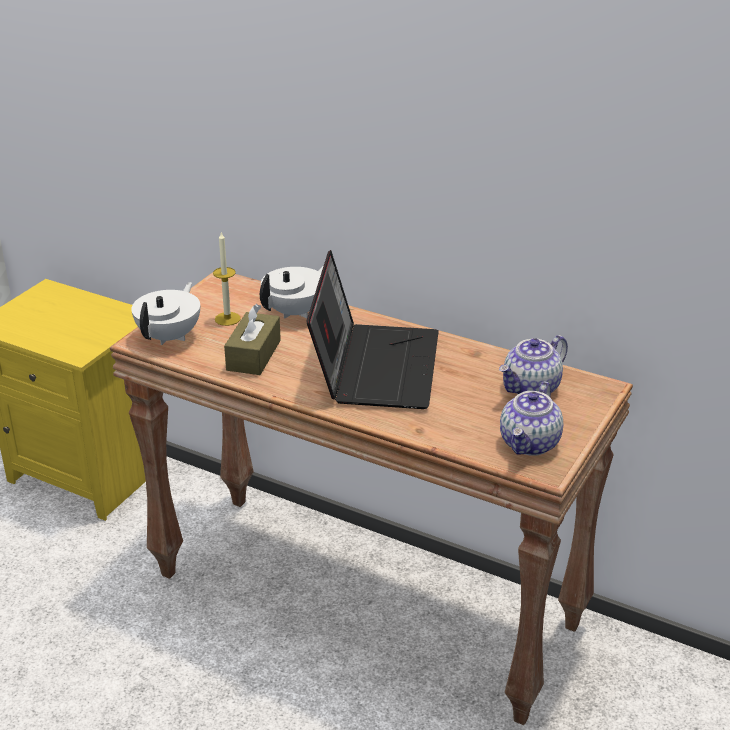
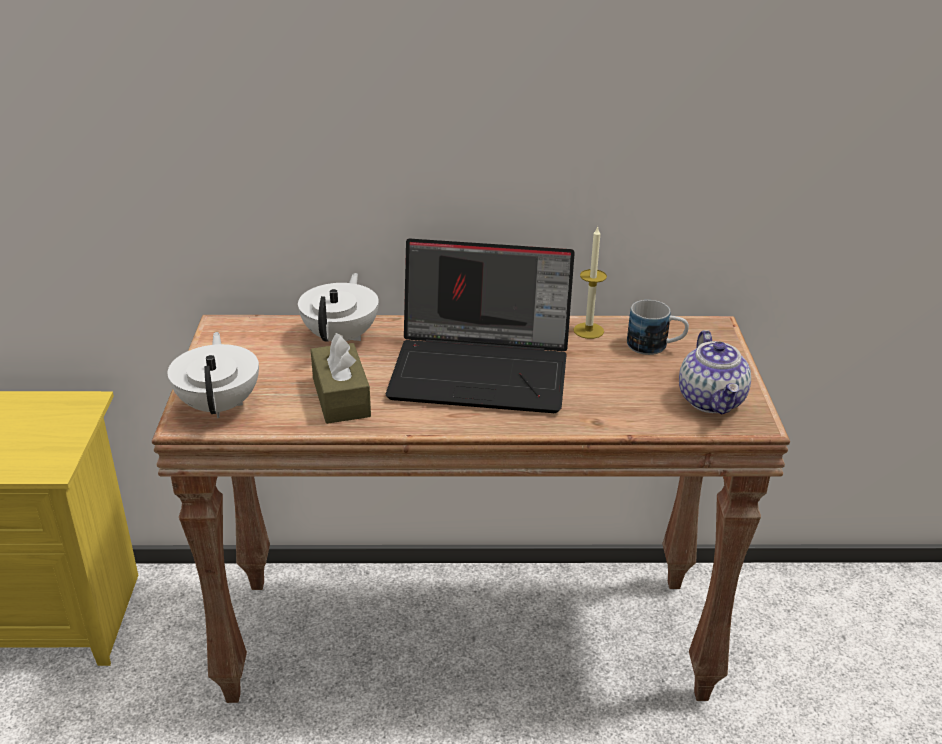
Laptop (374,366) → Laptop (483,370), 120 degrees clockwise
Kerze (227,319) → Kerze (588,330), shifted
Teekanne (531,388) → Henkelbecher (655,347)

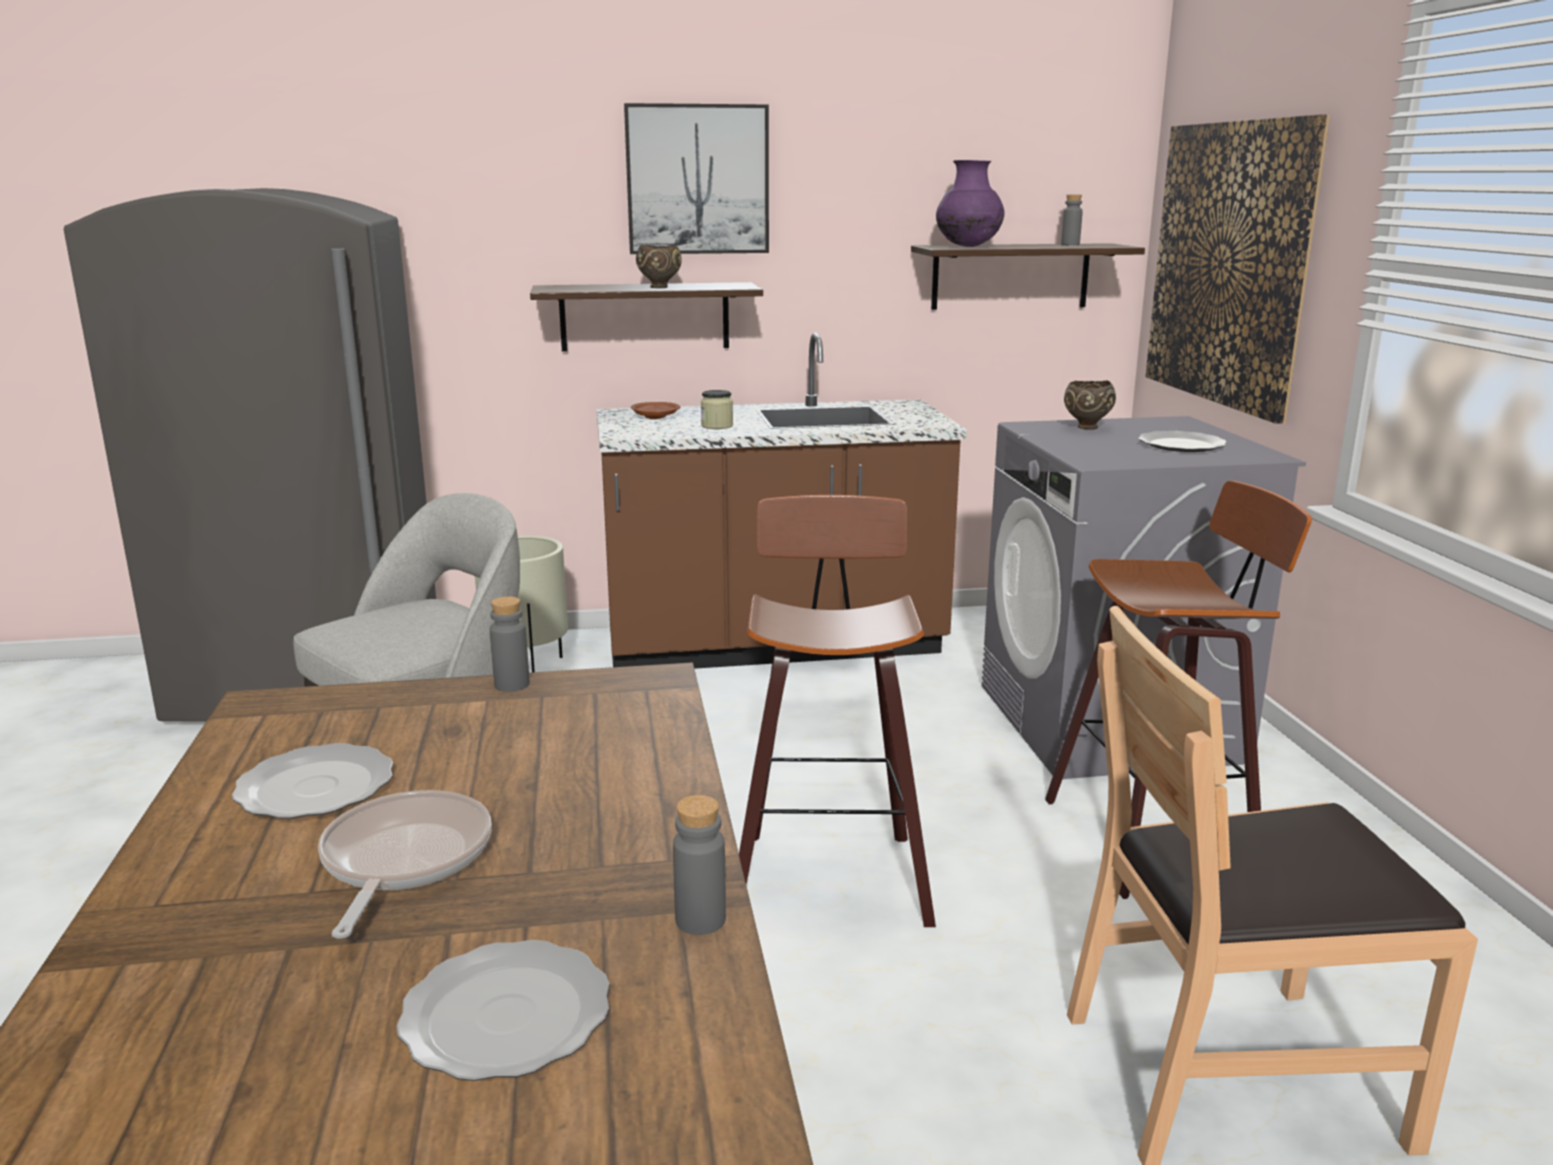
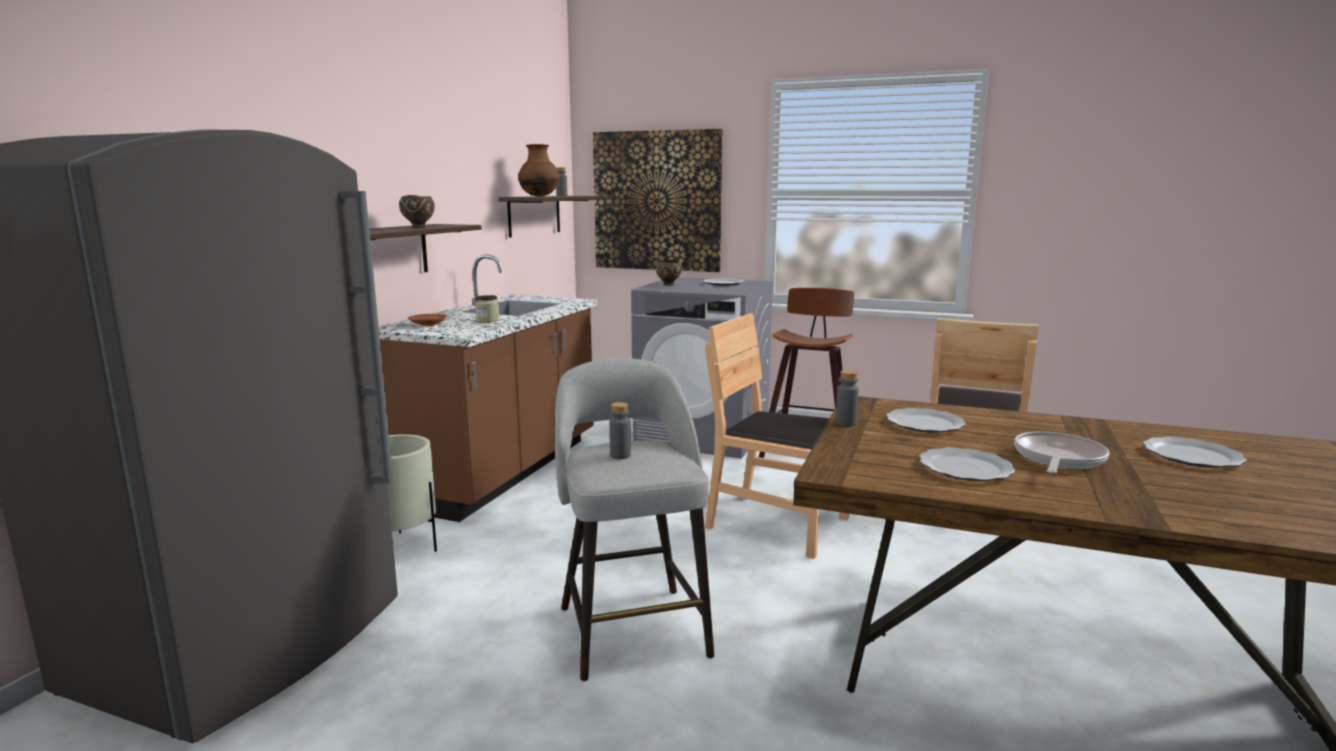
Vase/lila (968,247) → Vase/braun (539,196)
Flasche/grau (700,920) → Flasche/grau (620,455), shifted
Hocker (827,874) → Stuhl/braun (777,524)
- → Teller (926,424)
Pfanne (403,860) → Pfanne (1057,459), 90 degrees clockwise
Bild (697,180) → -

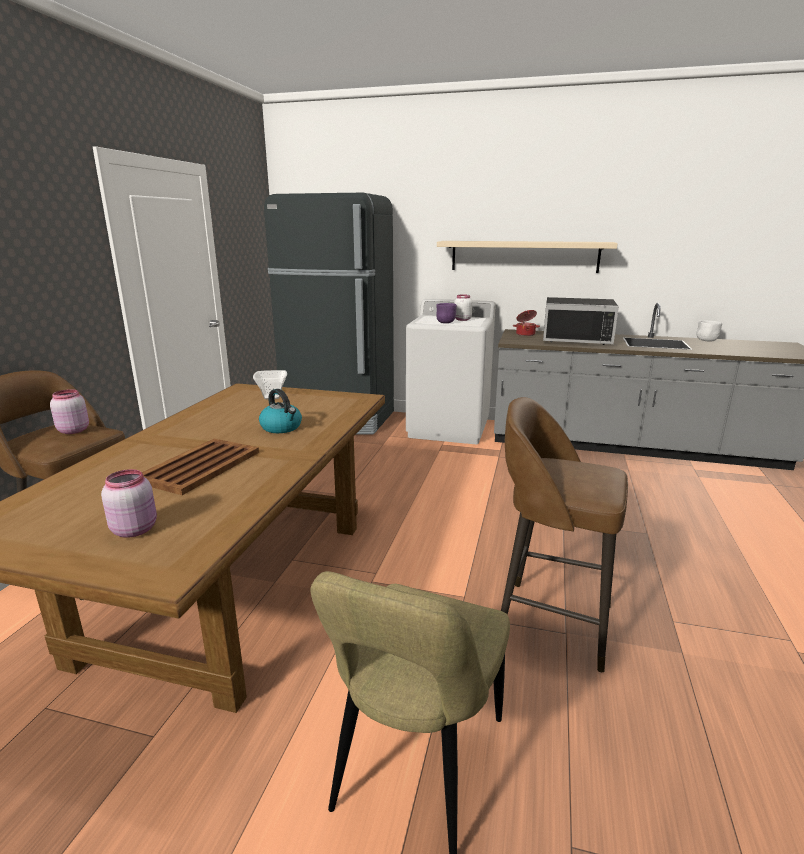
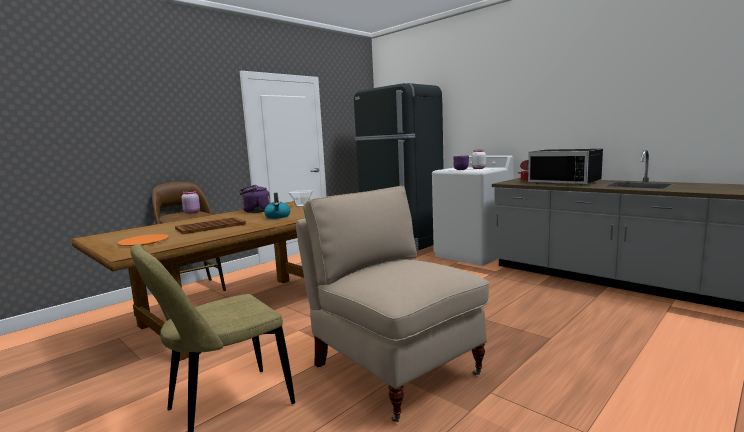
Vorratsglas/rosa (135,529) → Teller/orange (144,241)
- → Wasserkessel/lila (255,211)
Hocker/braun (549,622) → Stuhl/beige (393,368)
Wandregal/beige (524,256) → -
Schüssel/weiß (706,340) → -

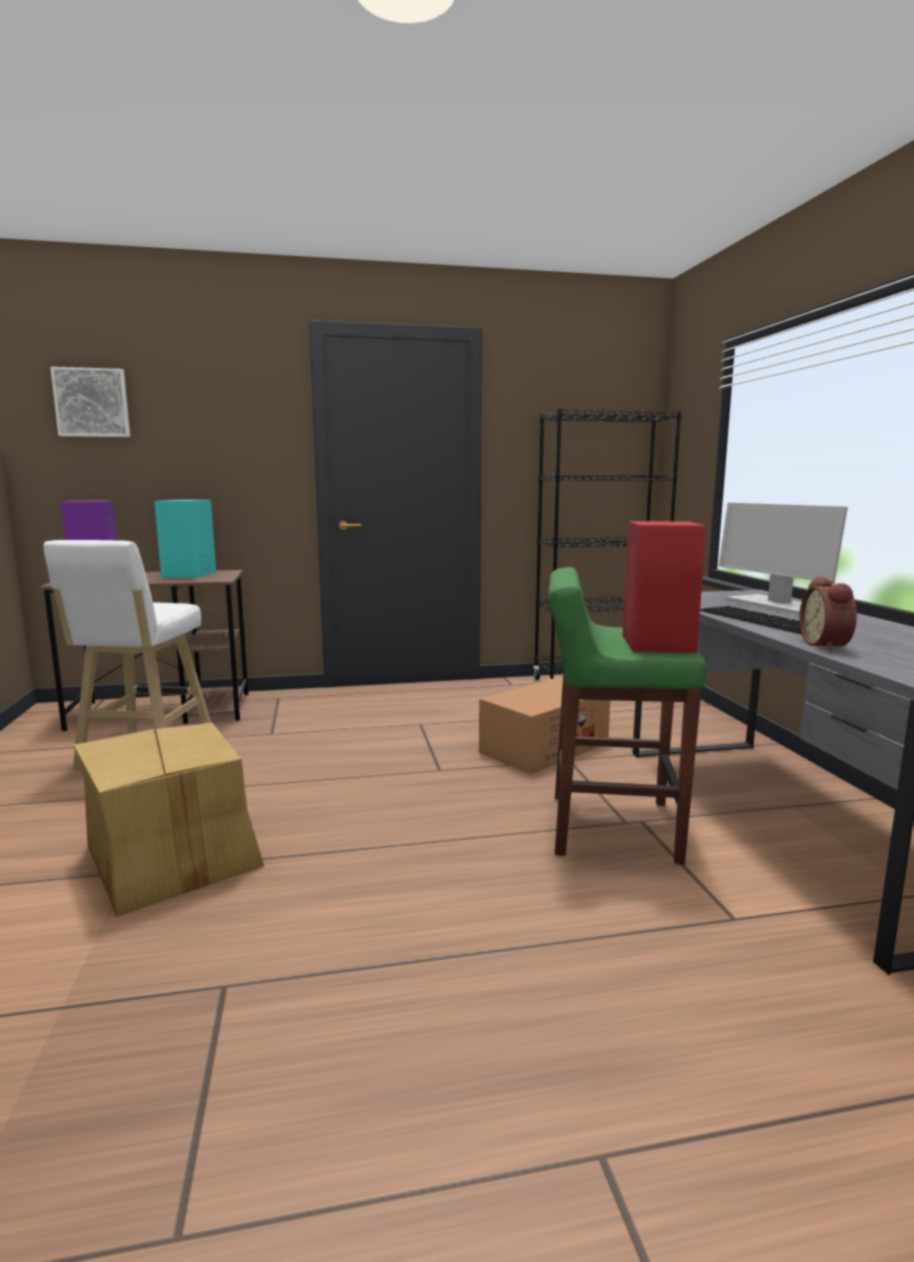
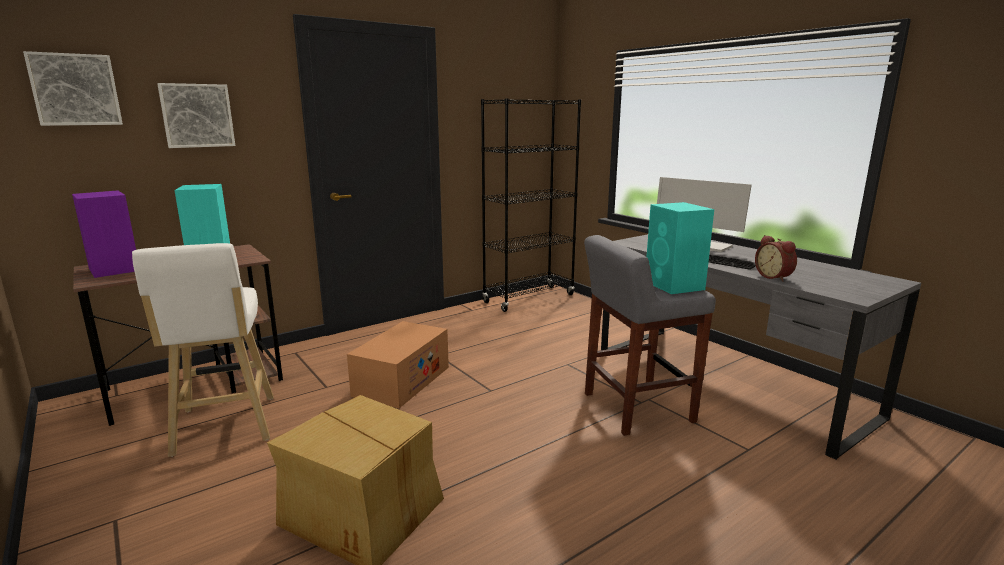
- → Bild (197,115)
Karton (544,747) → Karton (402,381), shifted
Hocker/grün (610,827) → Hocker/grau (636,408)
Lautsprecher/rot (658,644) → Lautsprecher/türkis (675,286)

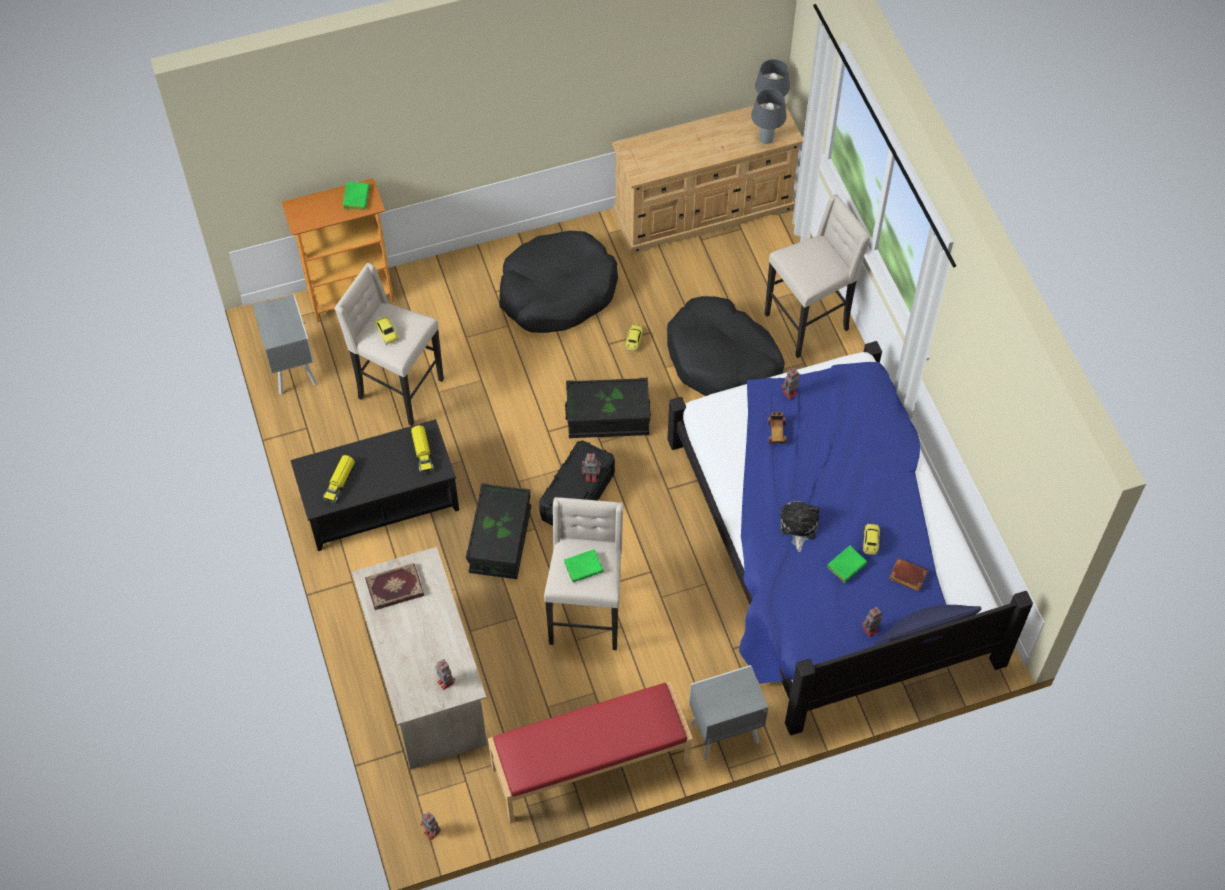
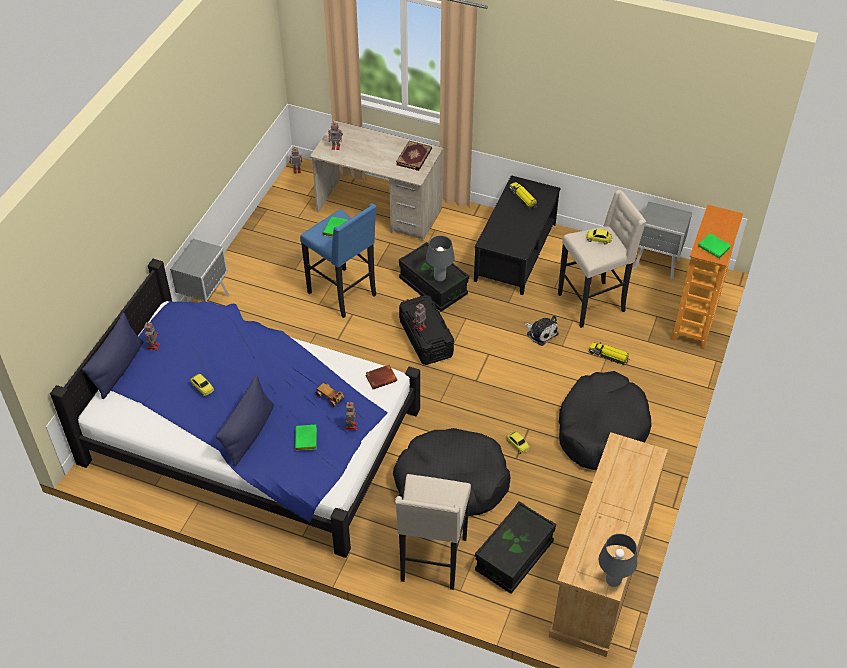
- → Kissen/blau (249,433)
Buch/grün (846,564) → Buch/grün (307,440), shifted
Hocker/beige (586,614) → Hocker/blau (344,294)
Buch/braun (906,576) → Buch/braun (381,378), shifted
Tischlampe/grau (766,139) → Tischlampe/grau (439,278), shifted
Aufbewahrungsbox/schwarz (608,418) → Aufbewahrungsbox/schwarz (514,556), shifted
Plüschtier (798,527) → Plüschtier (541,333), shifted
Spielzeuglaster (422,452) → Spielzeuglaster (608,356), shifted
Bank/rot (591,766) → -

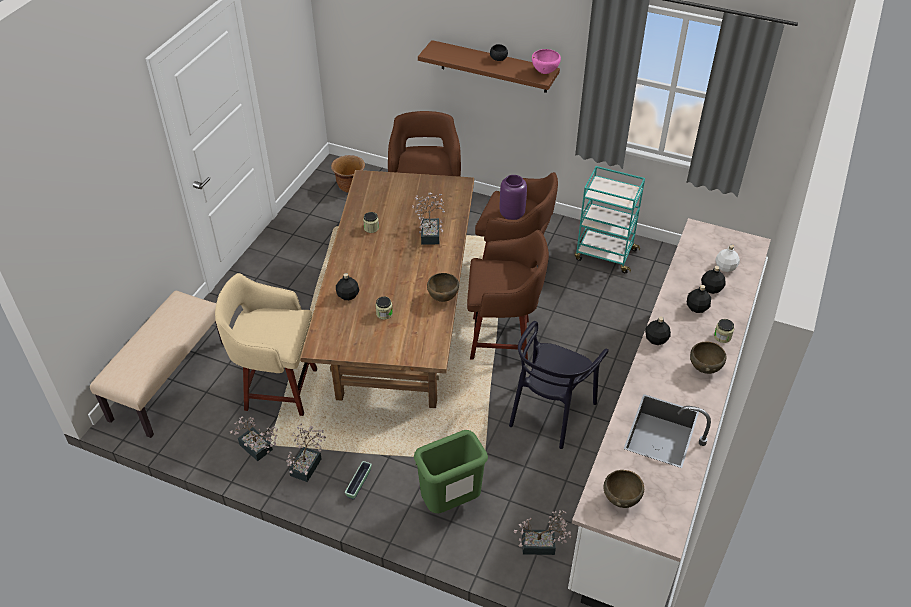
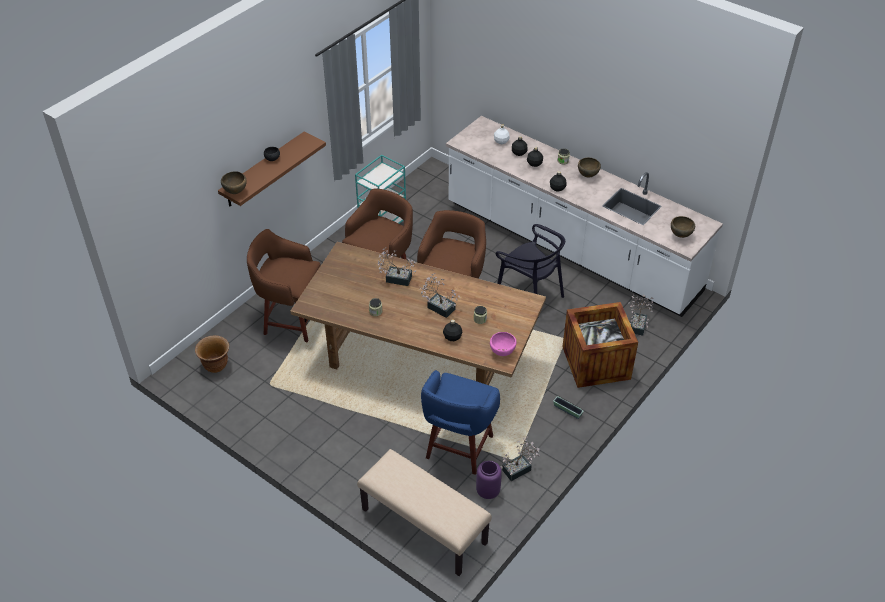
Schüssel/braun (443,298) → Schüssel/braun (236,192), shifted
Topfpflanze (308,464) → Topfpflanze (439,306), shifted
Hocker/beige (278,389) → Hocker/blau (458,449)
Vase/lila (511,214) → Vase/lila (487,492), shifted
Schüssel/rosa (544,72) → Schüssel/rosa (502,353), shifted
Mülleimer/grün (451,503) → Kiste (596,363)

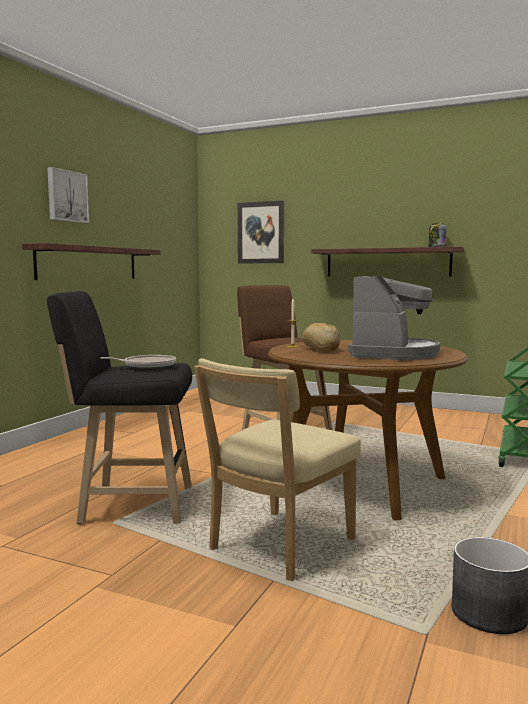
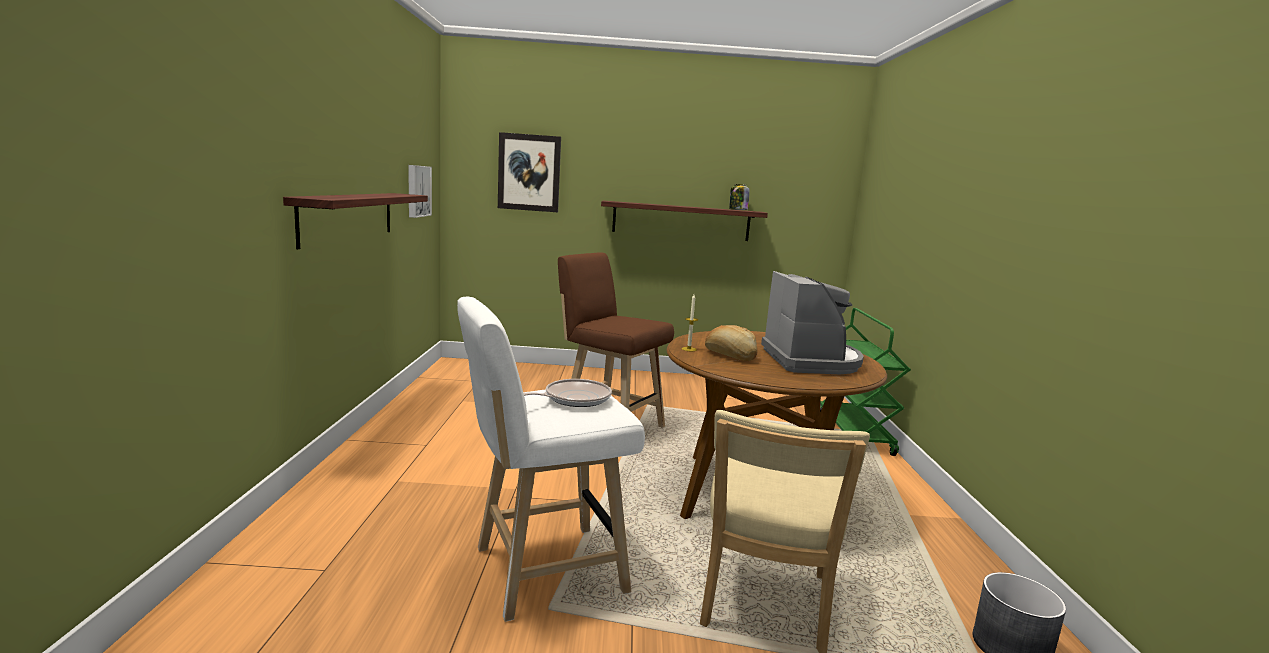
Bild (66,196) → Bild (417,191), shifted
Hocker/schwarz (130,504) → Hocker/weiß (541,571)

